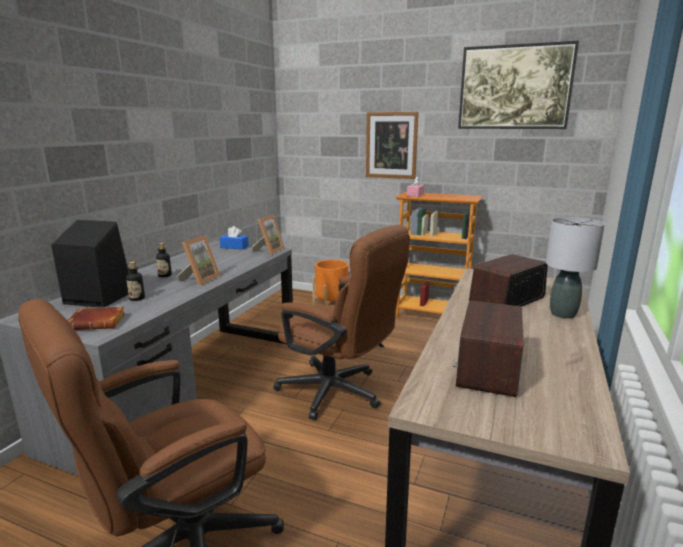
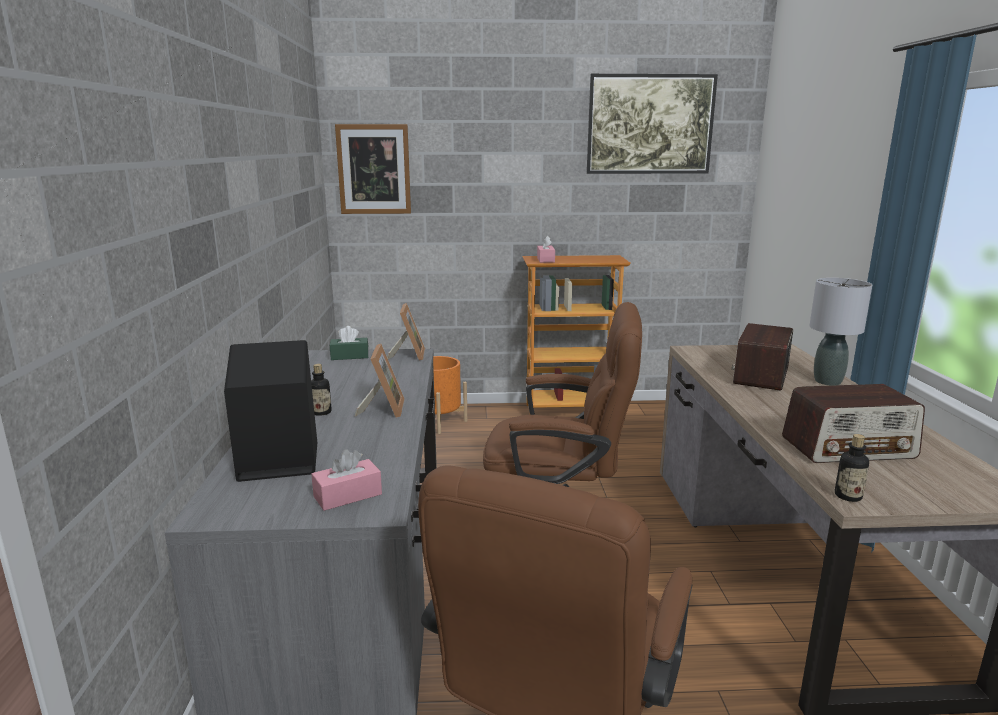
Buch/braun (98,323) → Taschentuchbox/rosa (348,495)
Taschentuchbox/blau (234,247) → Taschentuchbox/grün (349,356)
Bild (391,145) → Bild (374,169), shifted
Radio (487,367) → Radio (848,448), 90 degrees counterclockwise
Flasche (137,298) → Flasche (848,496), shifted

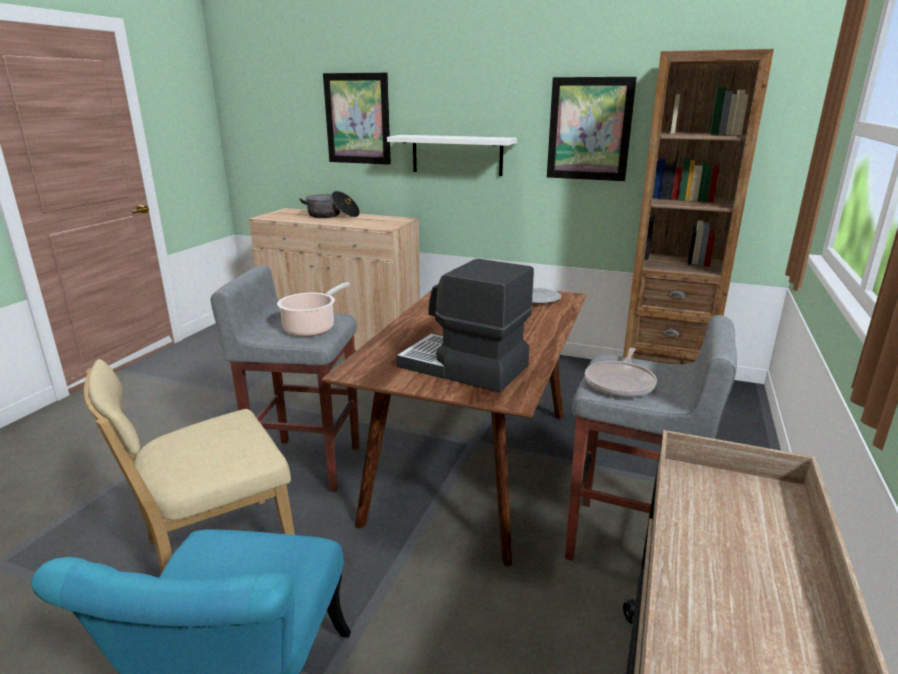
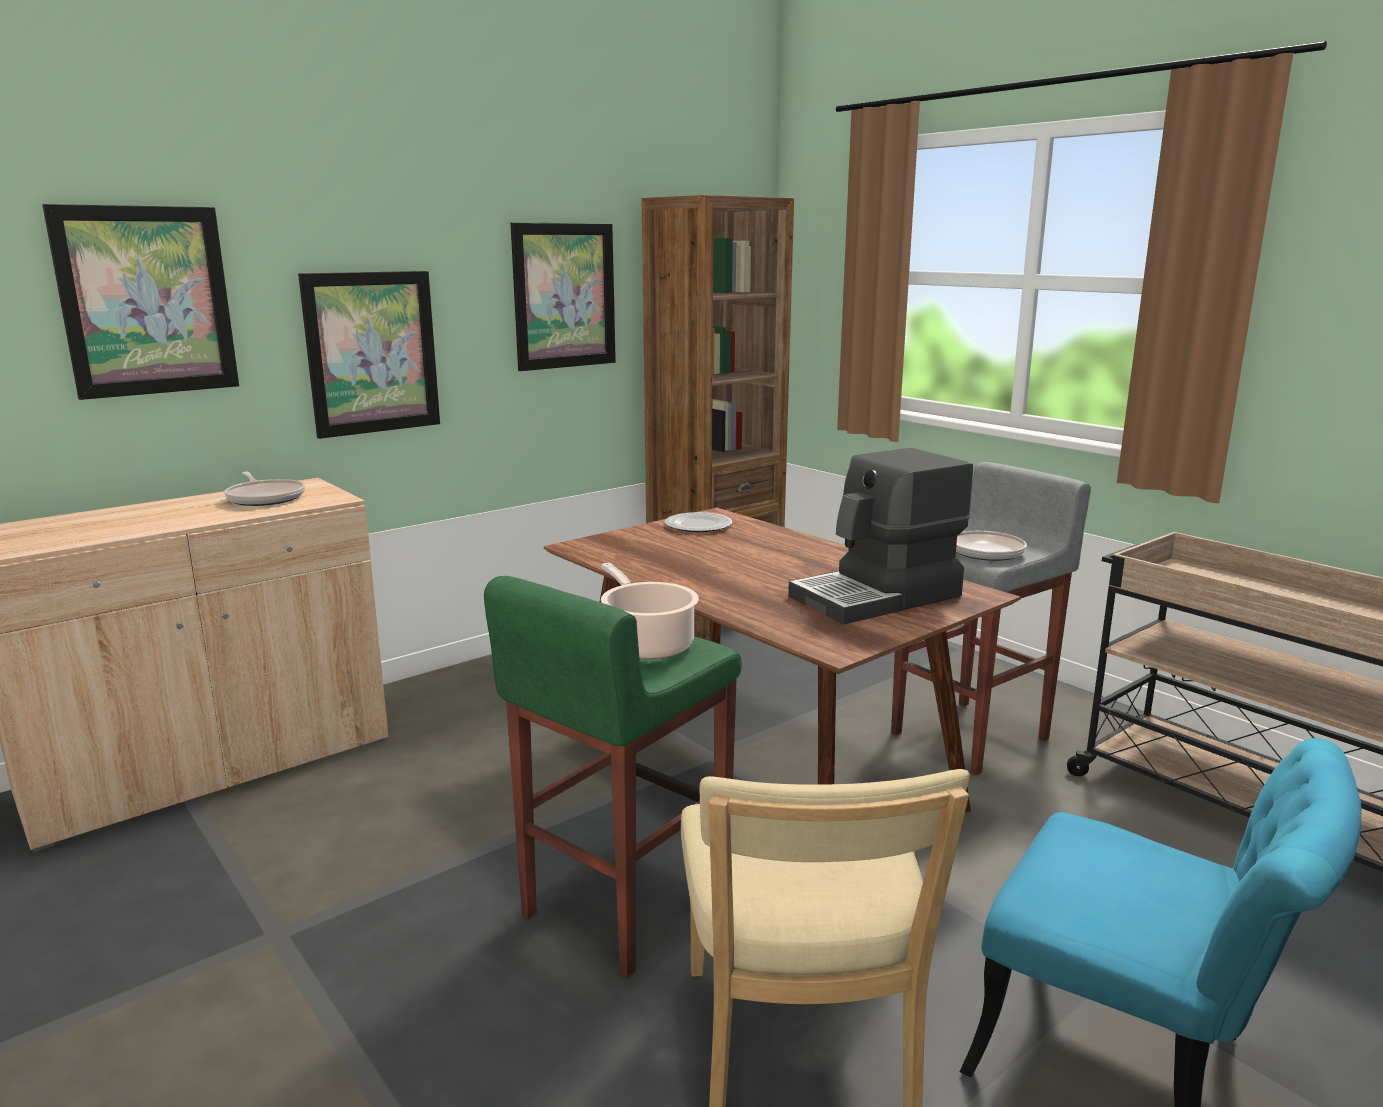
- → Pfanne (265,498)
Wandregal/weiß (457,155) → Bild (372,353)
Hocker/grau (306,463) → Hocker/grün (622,905)
Kochtopf (332,215) → -

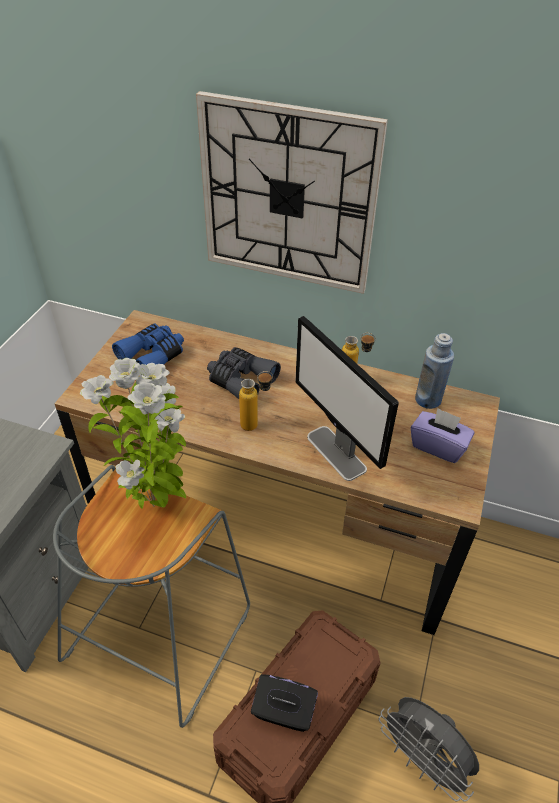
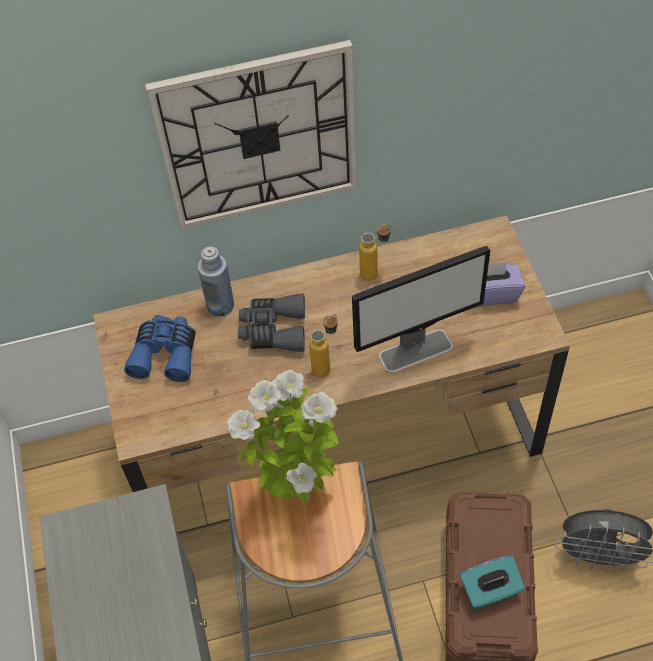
Flasche/blau (428,400) → Flasche/blau (220,305), shifted
Monitor (336,453) → Monitor (416,350), 45 degrees counterclockwise
Taschentuchbox/schwarz (283,711) → Taschentuchbox/türkis (490,590)

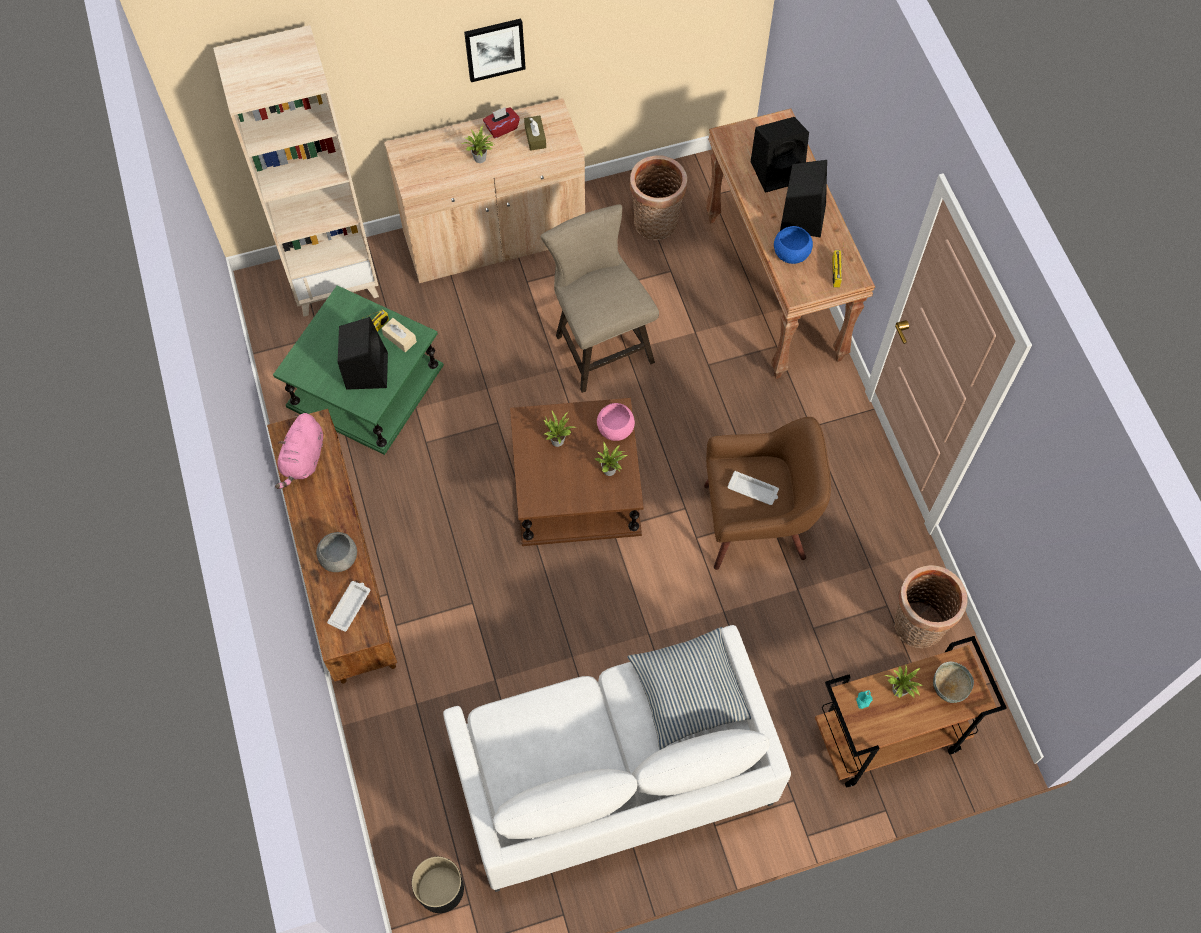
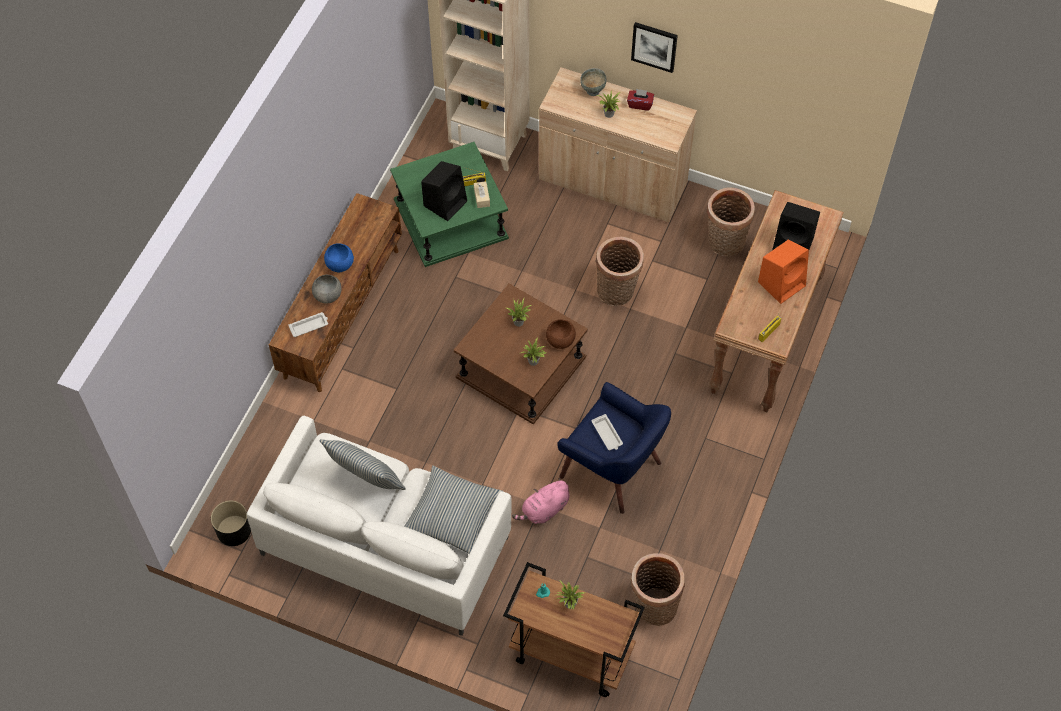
- → Kissen (366,481)
Schüssel/blau (791,253) → Schüssel/blau (340,264), shifted
Plüschtier/rosa (303,459) → Plüschtier/rosa (544,510), shifted
Schüssel/rosa (615,428) → Schüssel/braun (561,340)
Sessel/braun (756,522) → Sessel/blau (612,469)
Schüssel/grau (947,690) → Schüssel/grau (592,90), shifted
Hocker/beige (599,344) → Korb (617,292)
Lautsprecher/schwarz (802,216) → Lautsprecher/orange (782,283)
Taschentuchbox/braun (535,137) → -

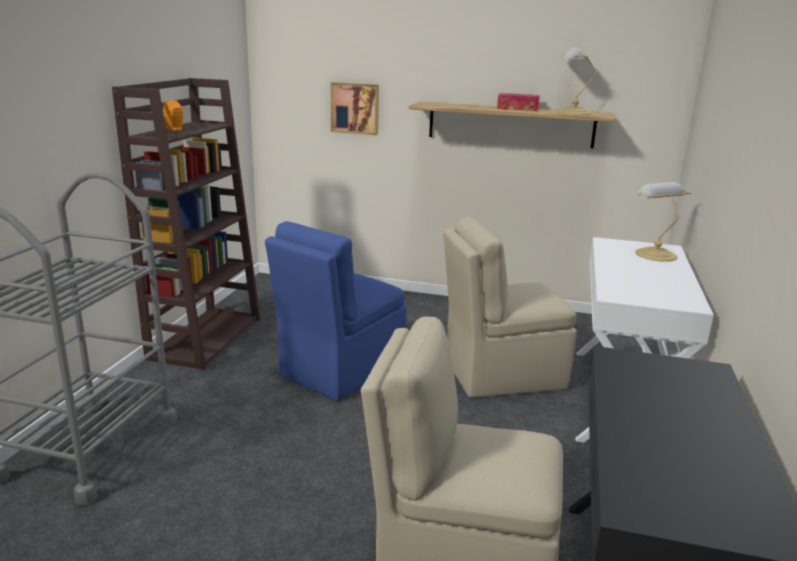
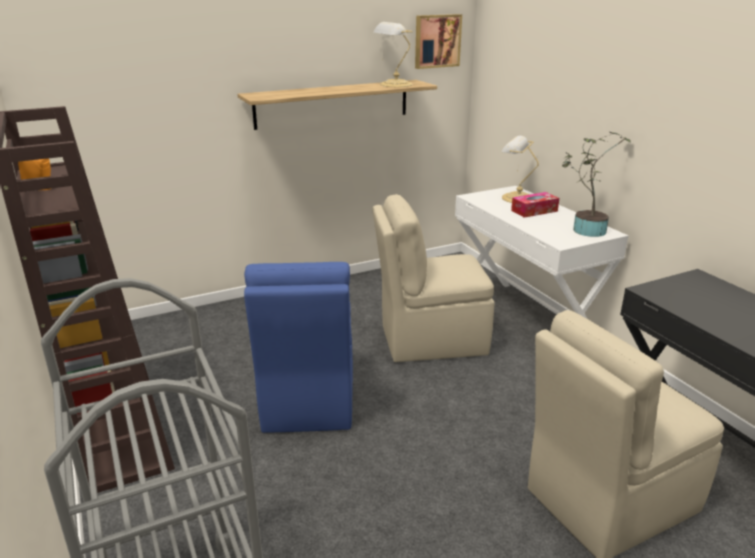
Stuhl/beige (501,374) → Stuhl/beige (430,340), 45 degrees clockwise
Bild (355,108) → Bild (437,41), shifted
Taschentuchbox (517,108) → Taschentuchbox (534,211), shifted
- → Topfpflanze (585,230)

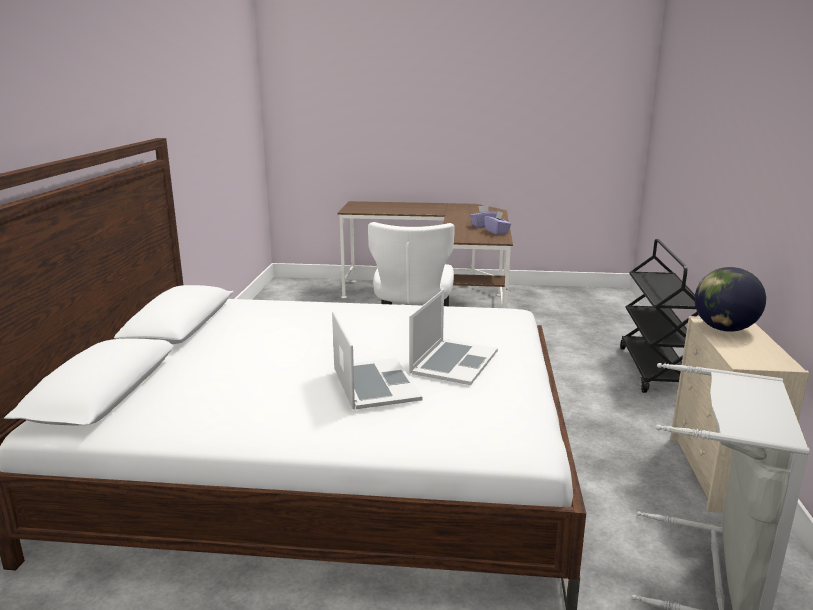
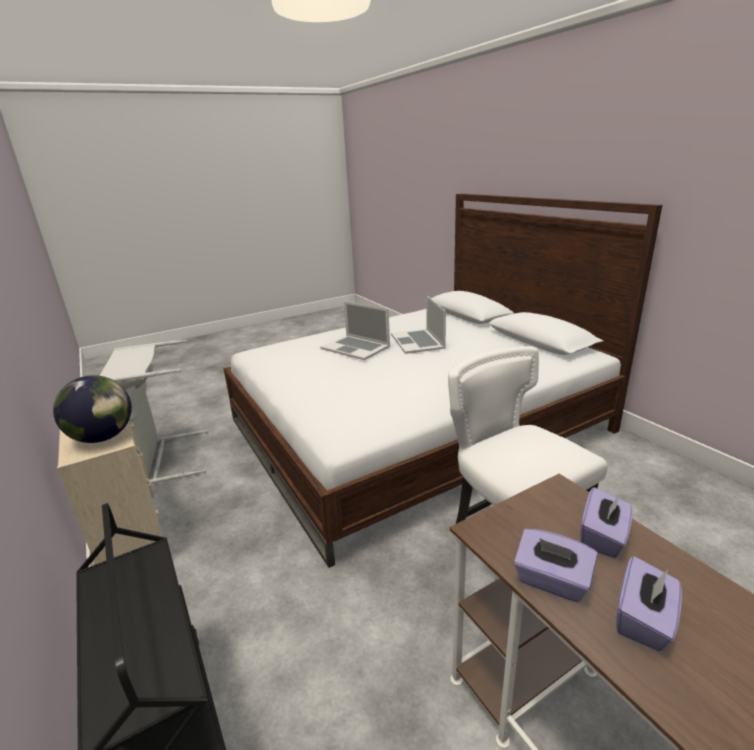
Laptop (453,361) → Laptop (417,341), shifted
- → Taschentuchbox/lila (603,537)

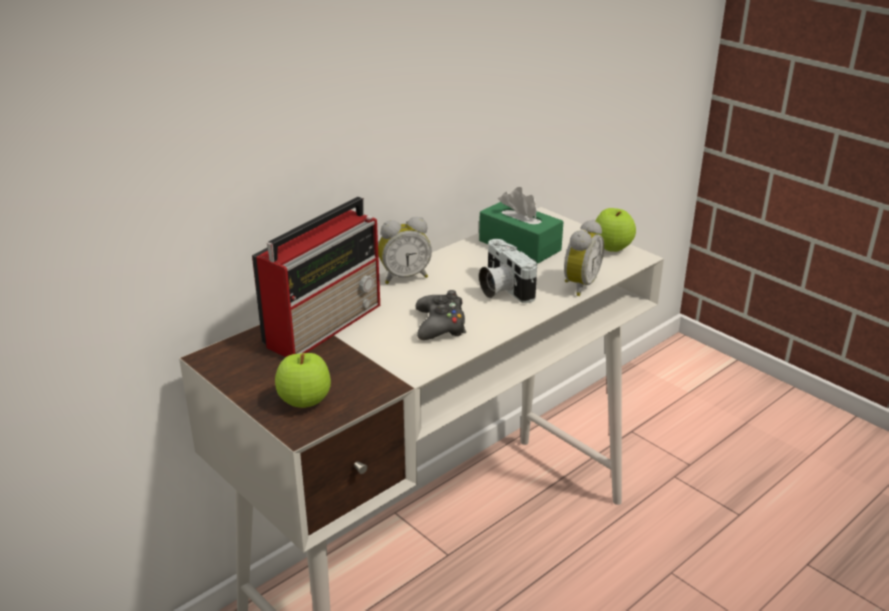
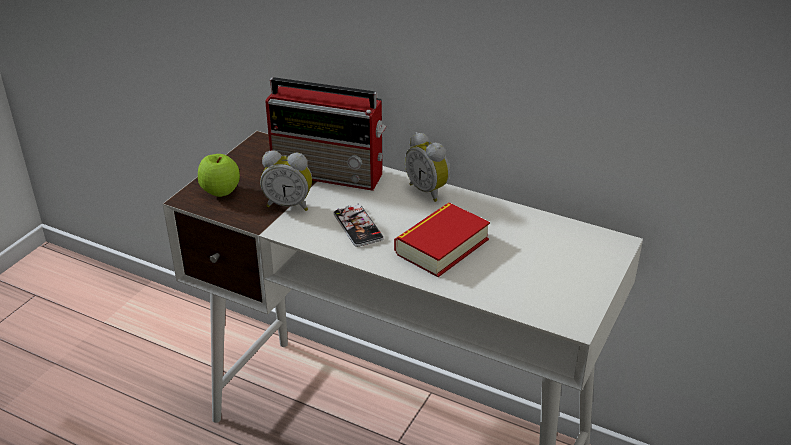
Wecker (578,285) → Wecker (289,204), shifted
Gamepad/schwarz (440,325) → Handy (358,226)
Kamera (501,289) → Buch (441,246)
Taschentuchbox/grün (519,245) → -
Apfel (612,248) → -

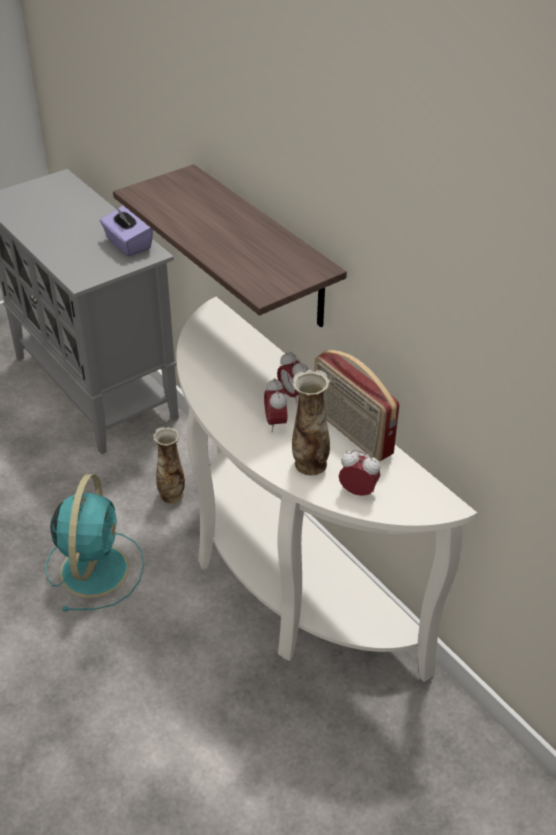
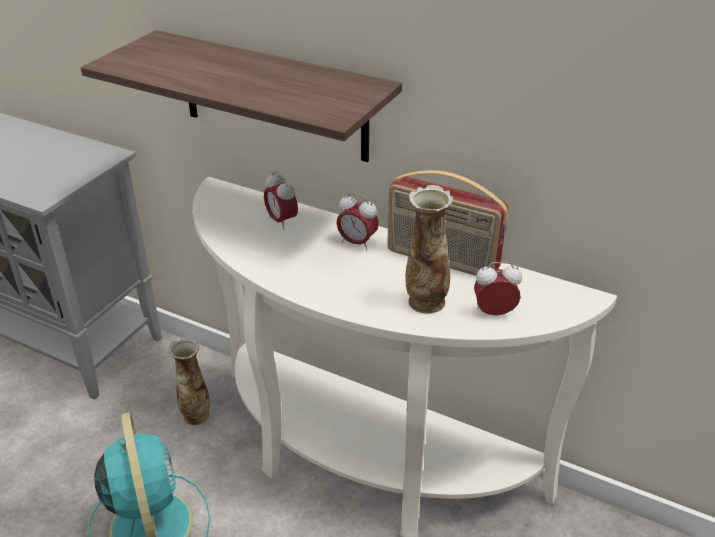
Wecker (275,423) → Wecker (281,221), shifted
Taschentuchbox/lila (128,244) → -

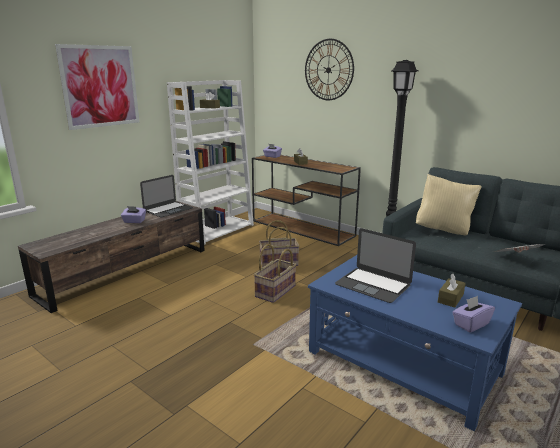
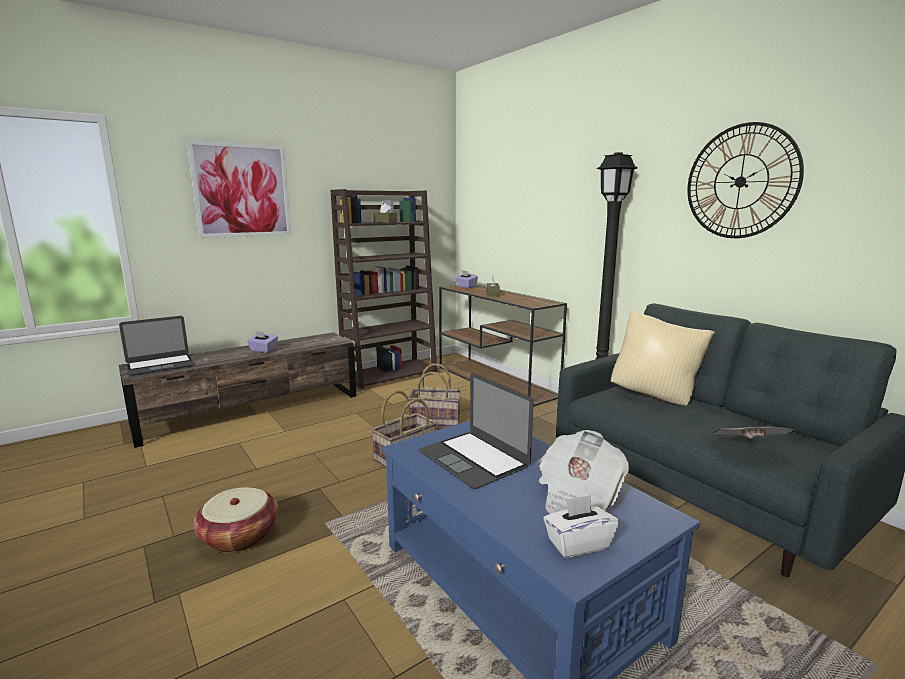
Laptop (168,209) → Laptop (160,365), shifted
- → Korb (239,536)
Bücherregal/weiß (217,230) → Bücherregal/braun (390,373)
Taschentuchbox/braun (450,298) → Zeitung (577,496)
Taschentuchbox/lila (471,324) → Taschentuchbox/weiß (578,543)
Wanduhr (328,70) → Wanduhr (740,182), shifted

